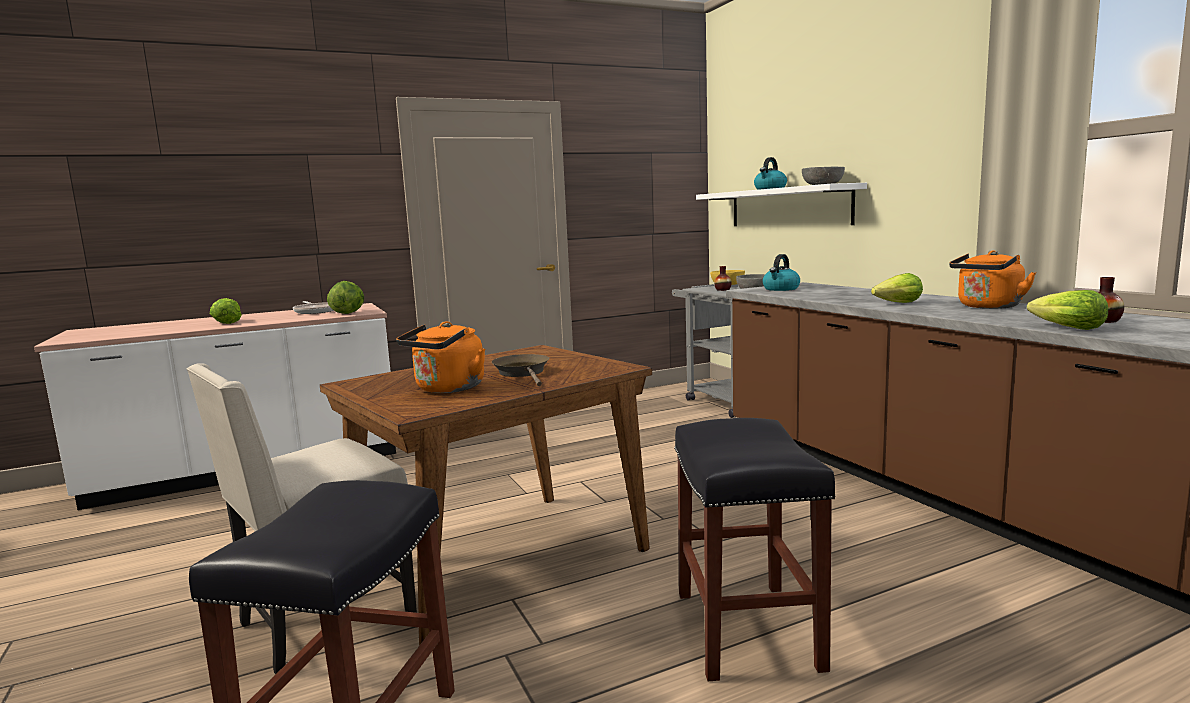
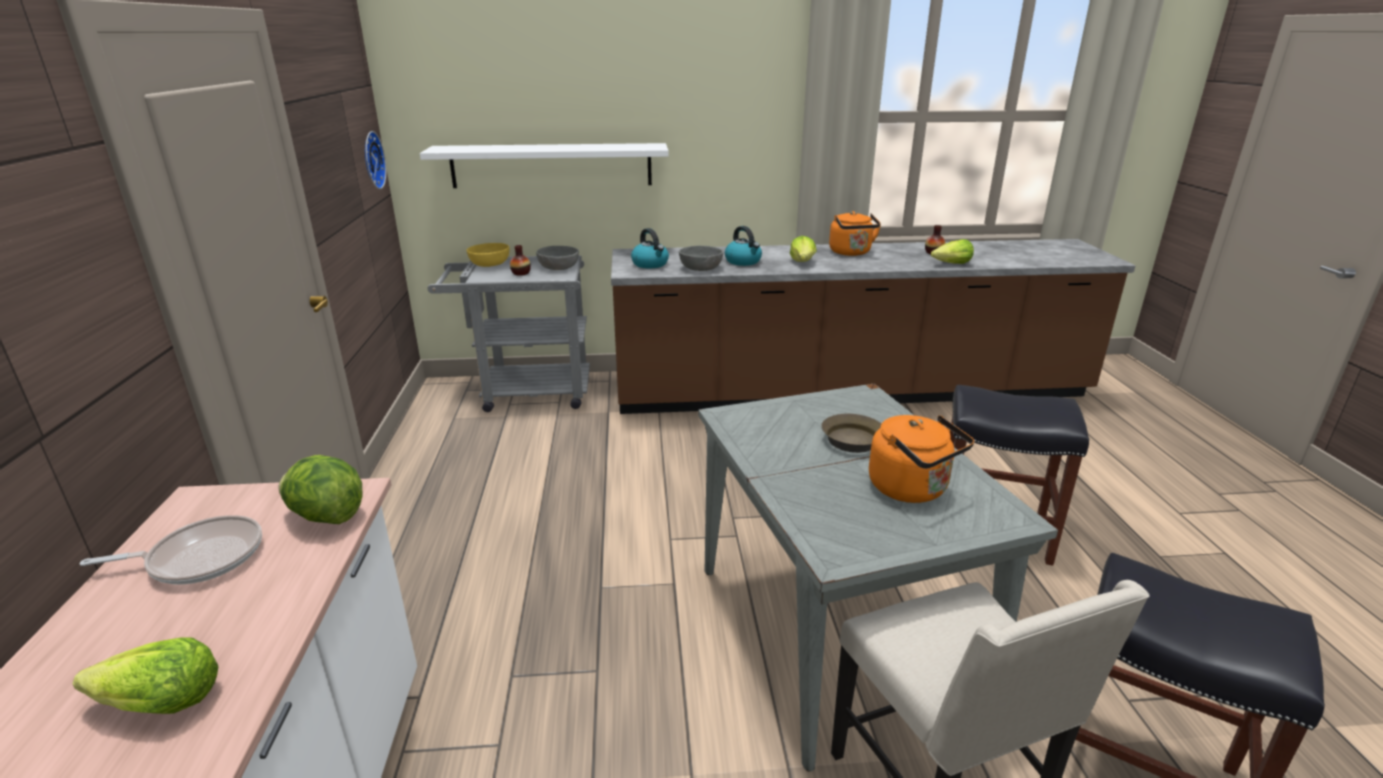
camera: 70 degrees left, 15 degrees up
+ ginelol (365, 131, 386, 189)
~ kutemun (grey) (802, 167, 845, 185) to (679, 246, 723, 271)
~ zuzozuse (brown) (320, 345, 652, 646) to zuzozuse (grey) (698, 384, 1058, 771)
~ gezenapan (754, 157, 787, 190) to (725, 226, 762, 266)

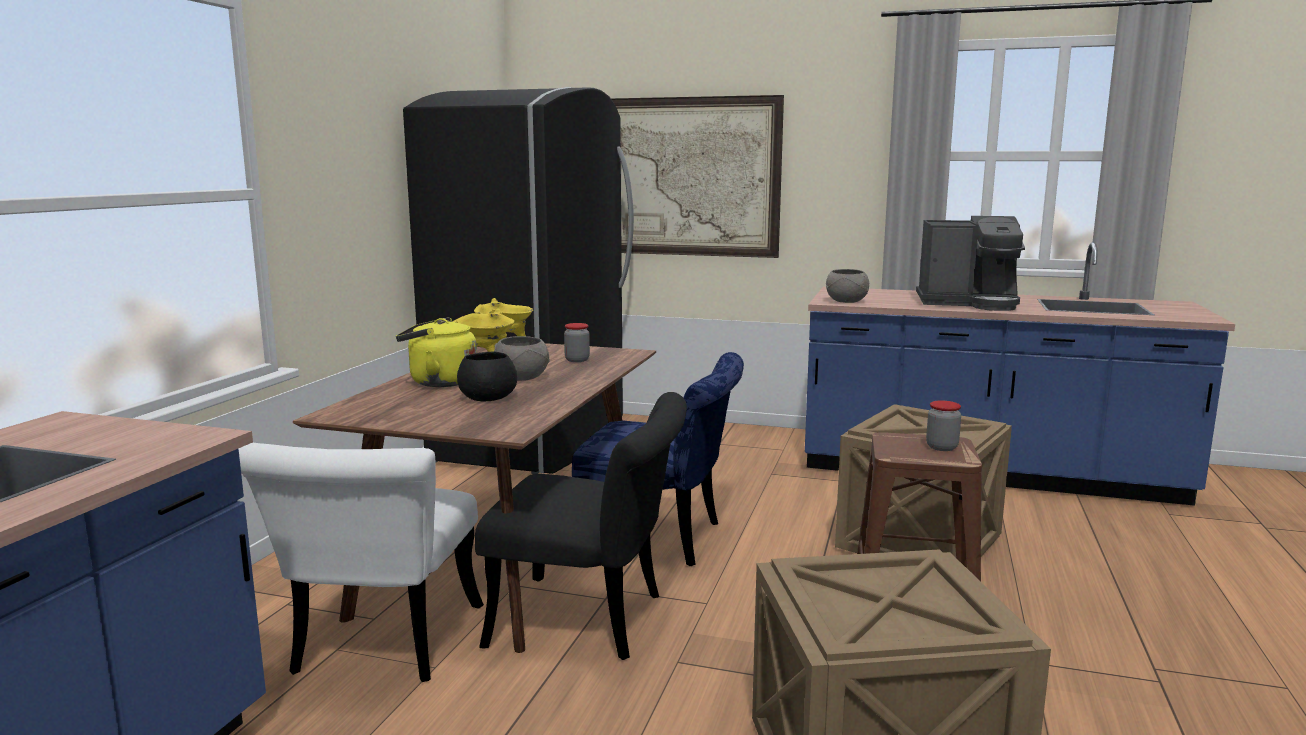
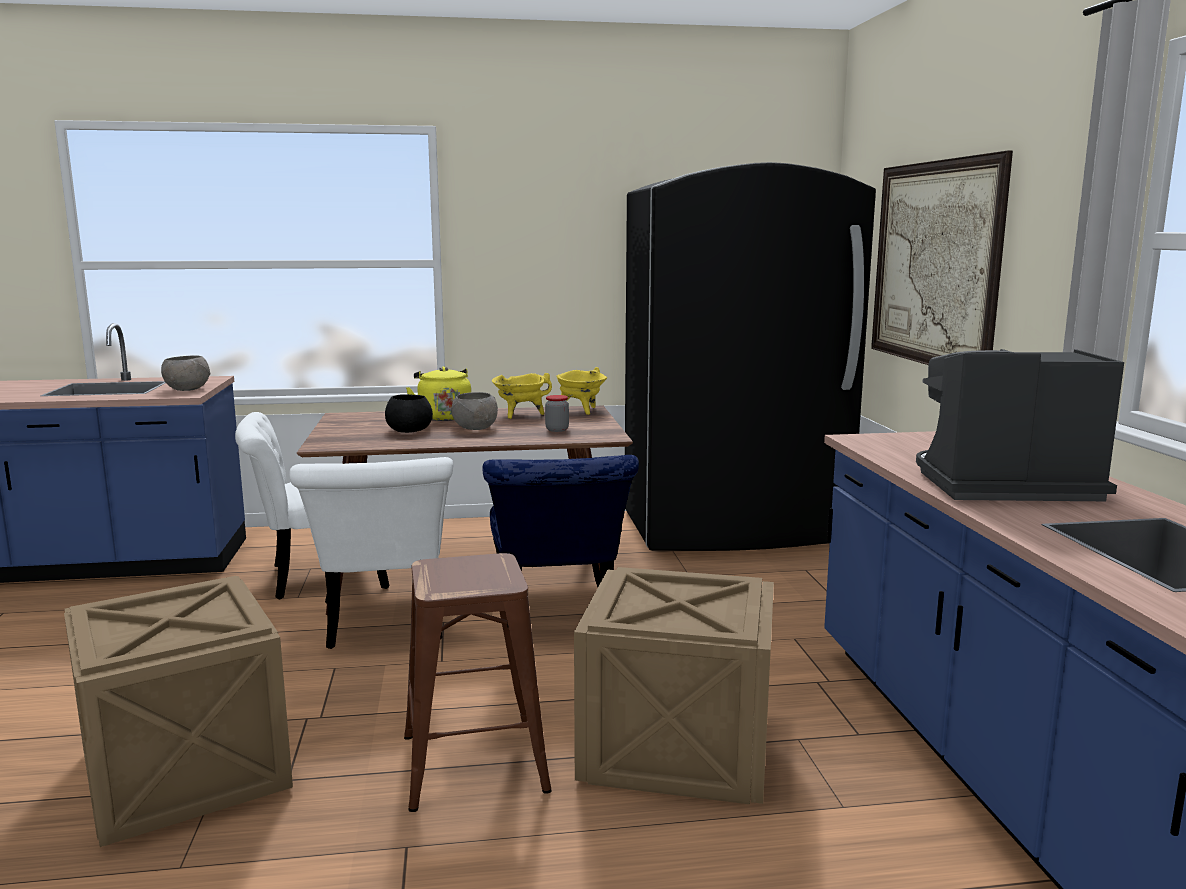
camera: 65 degrees right, 0 degrees up
~ kutemun (grey) (826, 269, 869, 303) to (161, 355, 210, 391)
~ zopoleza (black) (475, 392, 687, 660) to zopoleza (white) (289, 457, 453, 649)
~ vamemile (916, 216, 1025, 311) = (916, 349, 1124, 501) 105 degrees clockwise
- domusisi (926, 401, 961, 451)

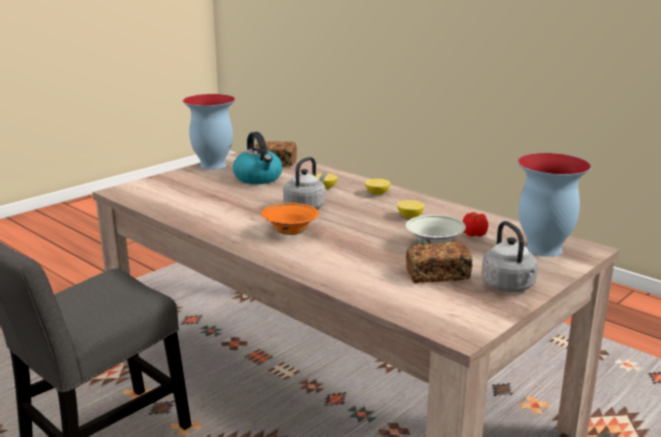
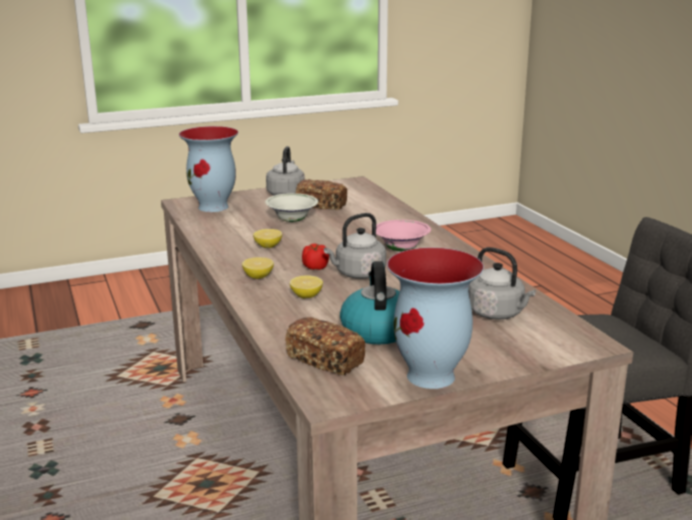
camera: 155 degrees left, 0 degrees up
~ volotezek (463, 212, 488, 237) to (302, 243, 329, 270)
~ kutemun (orange) (262, 203, 319, 235) to kutemun (pink) (376, 220, 431, 252)
+ gezenapan (grey) (468, 247, 536, 320)

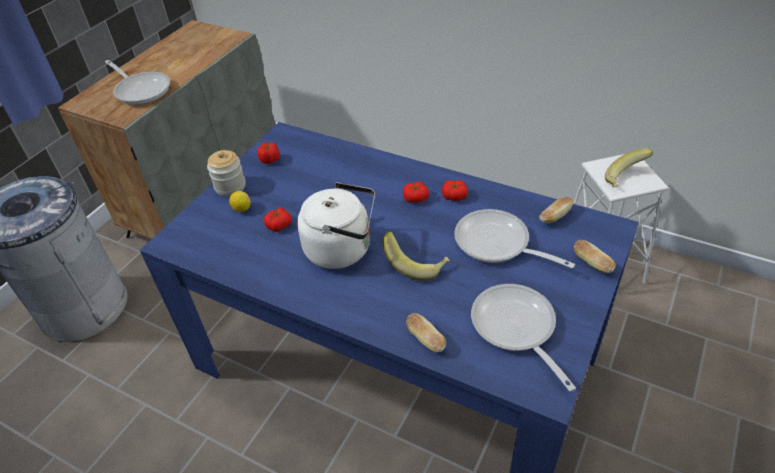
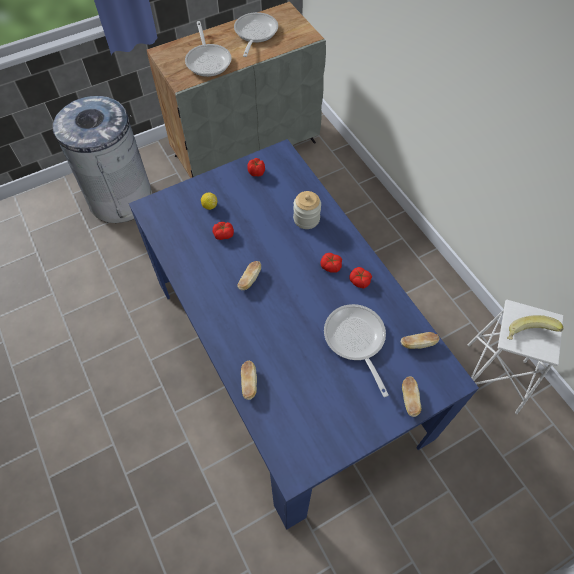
camera: 30 degrees right, 15 degrees up
~ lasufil (471, 284, 576, 392) to (234, 12, 278, 57)
~ gezenapan (white) (297, 182, 375, 269) to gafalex (237, 261, 261, 290)
~ domusisi (207, 150, 246, 196) to (293, 191, 321, 229)
- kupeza (382, 232, 450, 281)

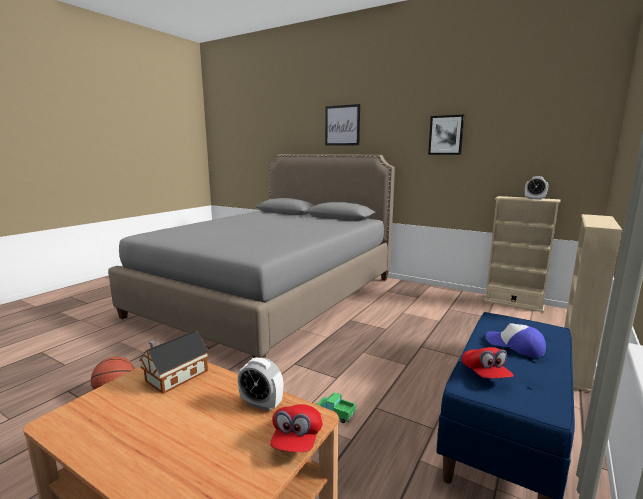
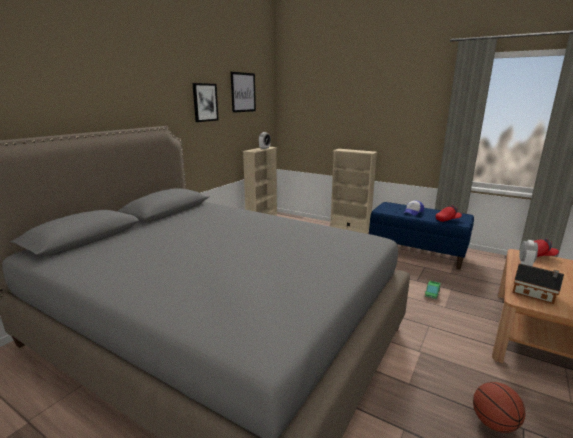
camera: 90 degrees left, 5 degrees up
~ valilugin (325, 104, 360, 146) to (231, 72, 256, 113)

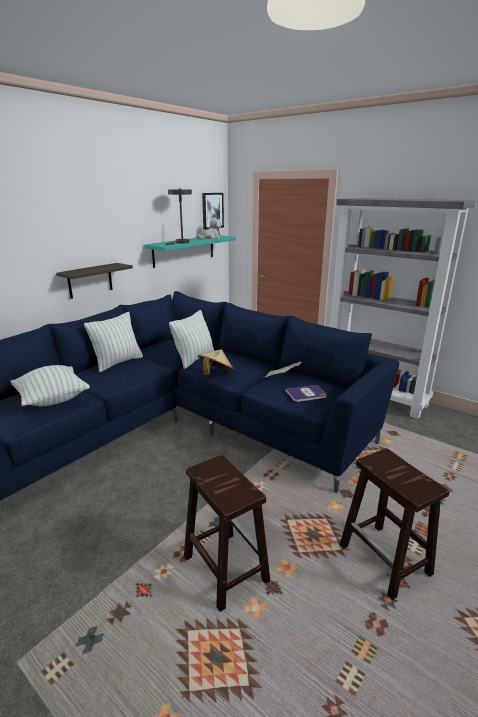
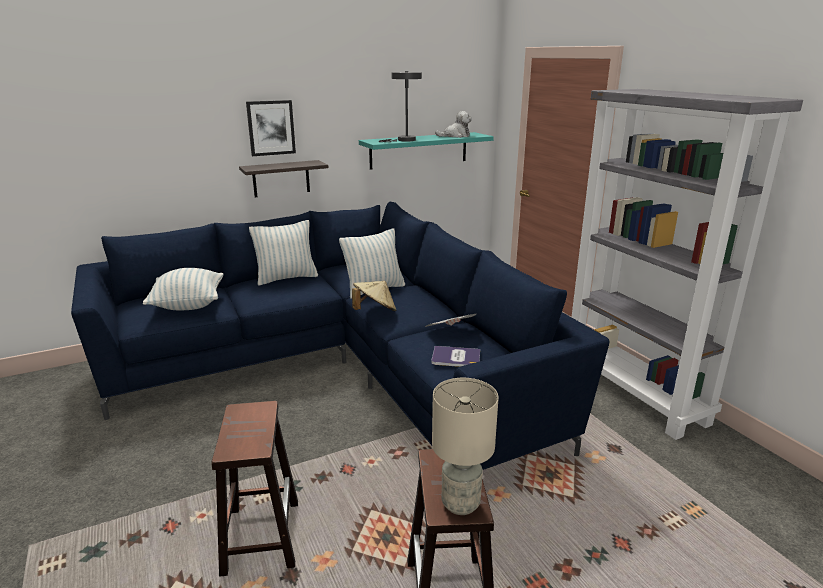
camera: 25 degrees right, 0 degrees up
~ valilugin (202, 193, 224, 229) to (246, 100, 296, 156)
+ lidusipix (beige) (432, 378, 498, 515)

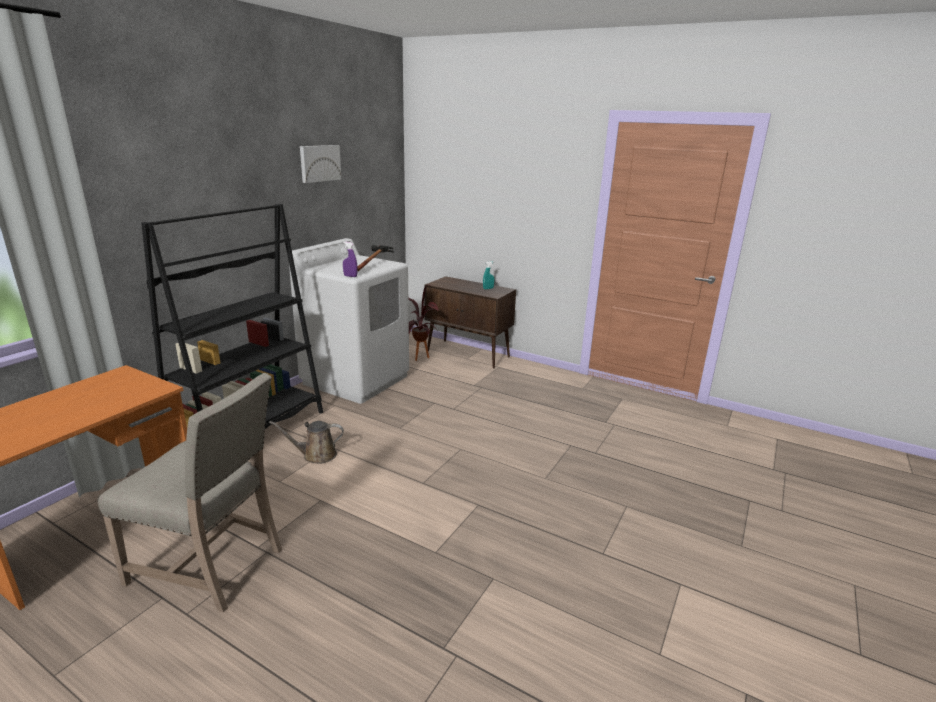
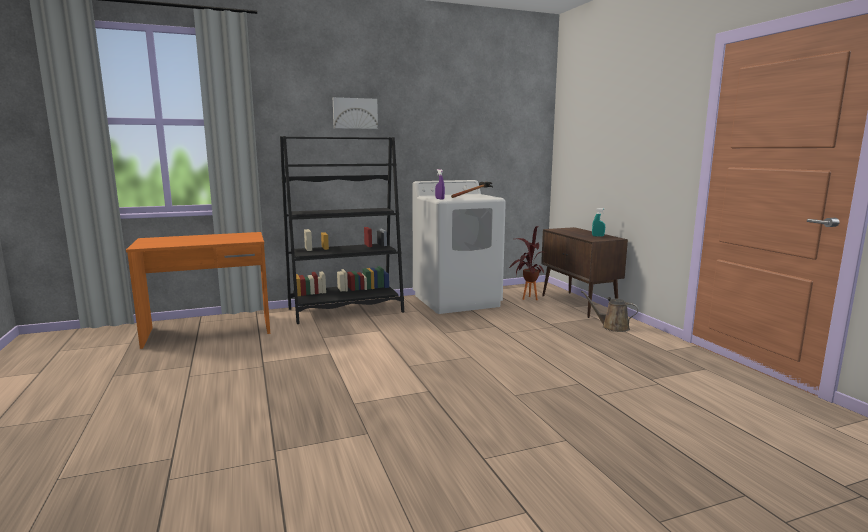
camera: 40 degrees right, 10 degrees down
~ valilugin (300, 145, 341, 183) to (333, 97, 378, 129)
~ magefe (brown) (269, 421, 344, 464) to (581, 291, 639, 332)
- zopoleza (beige) (98, 373, 282, 612)

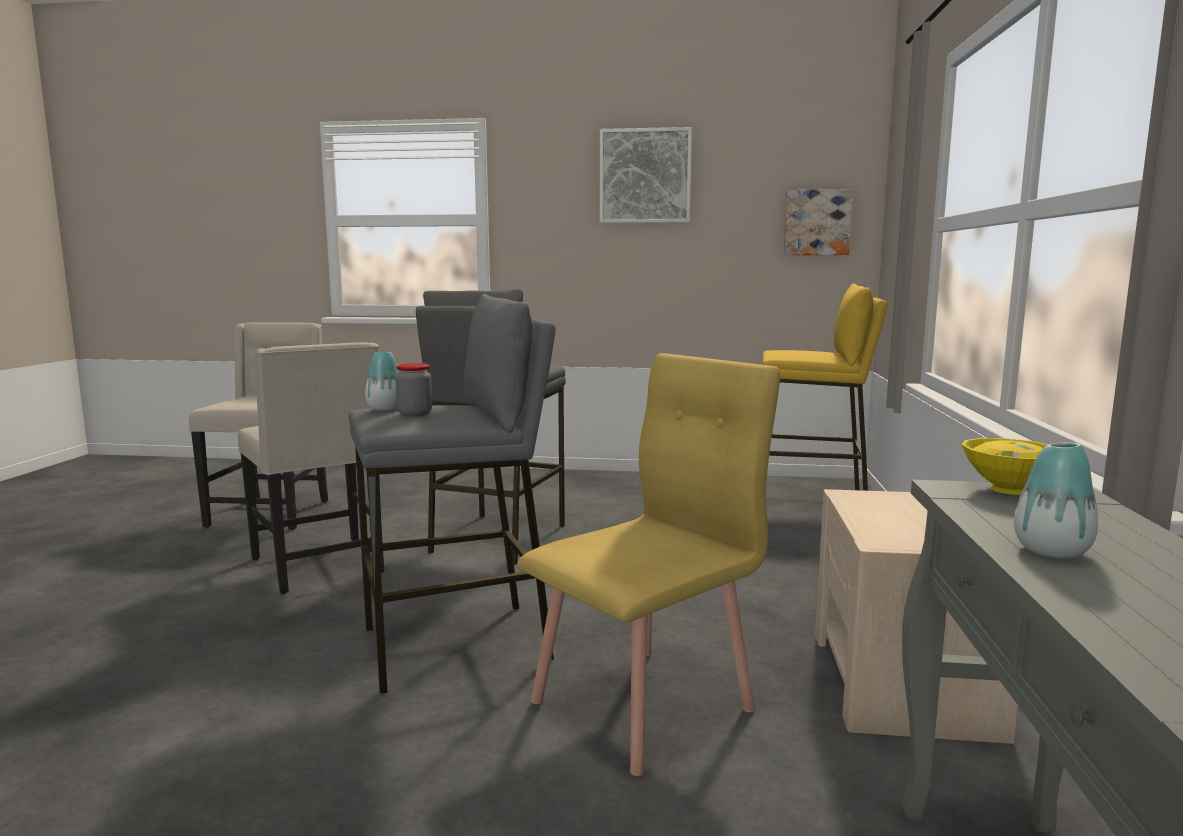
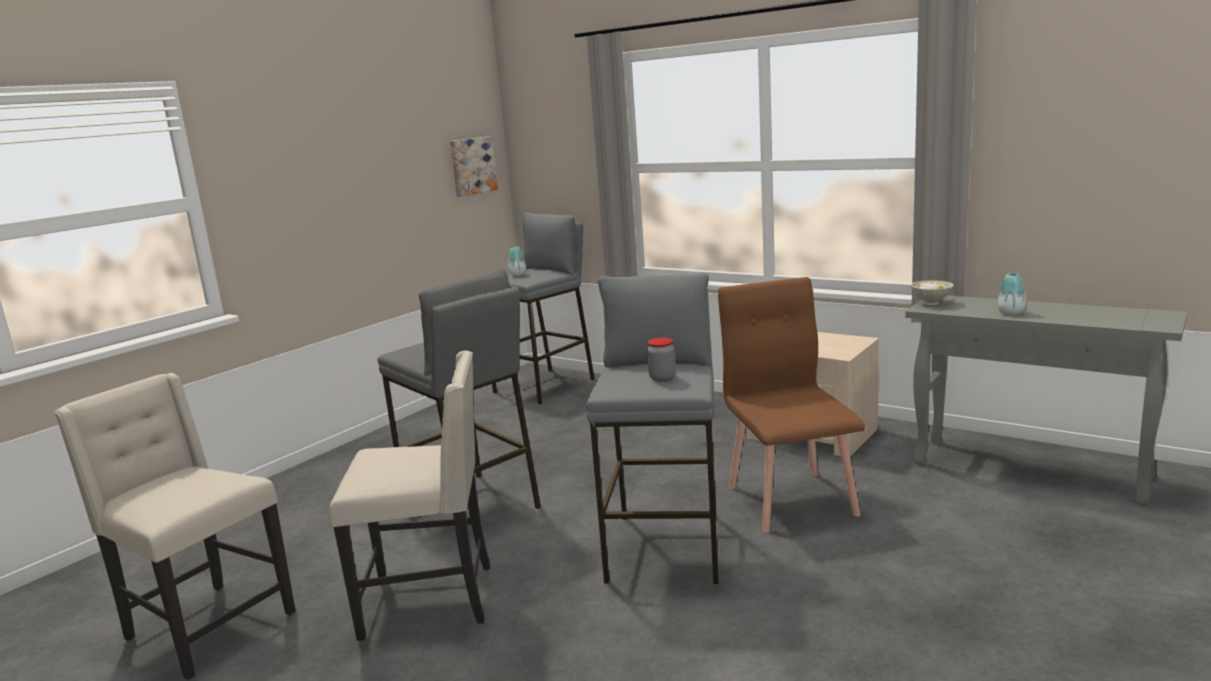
camera: 60 degrees left, 5 degrees up
~ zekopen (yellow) (763, 283, 887, 491) to zekopen (grey) (492, 212, 595, 405)
~ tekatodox (365, 352, 399, 410) to (508, 247, 526, 276)
~ zopoleza (yellow) (517, 353, 780, 776) to zopoleza (brown) (718, 277, 865, 533)
~ kutemun (yellow) (962, 438, 1049, 495) to kutemun (white) (910, 280, 953, 305)
- valilugin (600, 127, 692, 223)

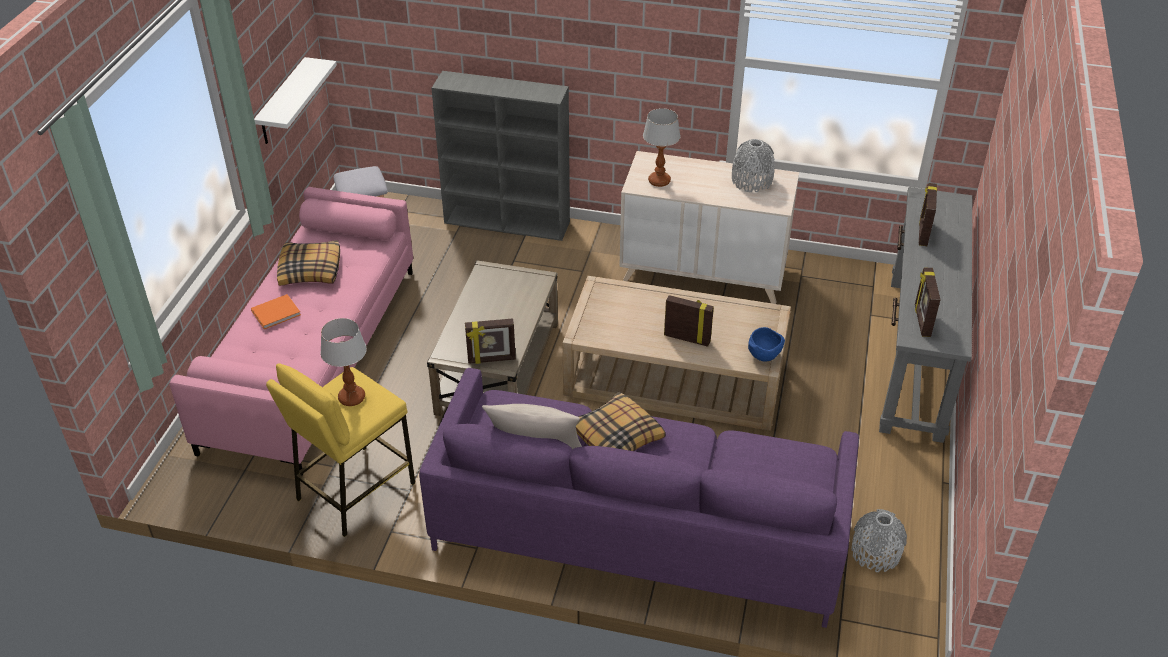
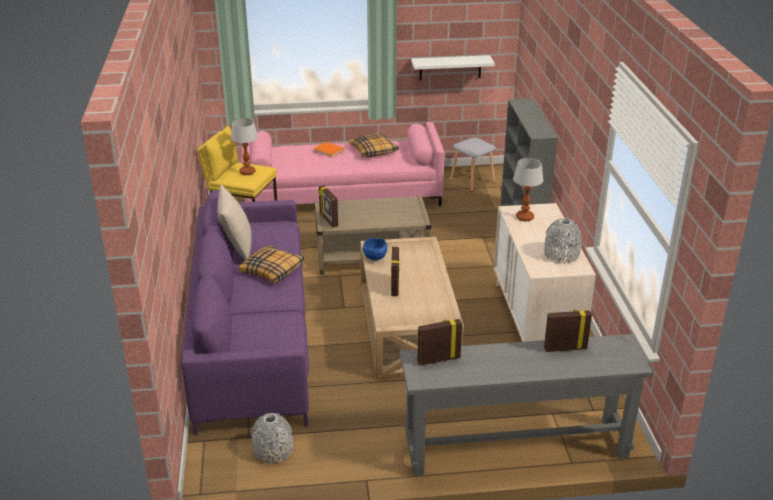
camera: 70 degrees right, 10 degrees down
~ kutemun (blue) (748, 327, 785, 361) to (363, 238, 387, 260)

